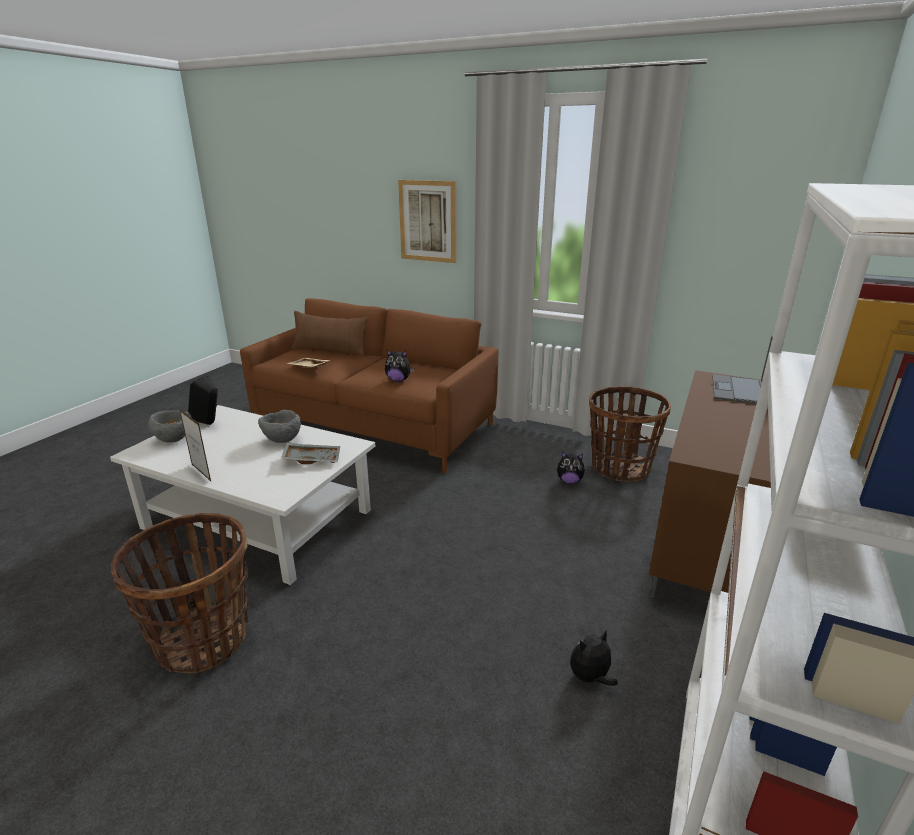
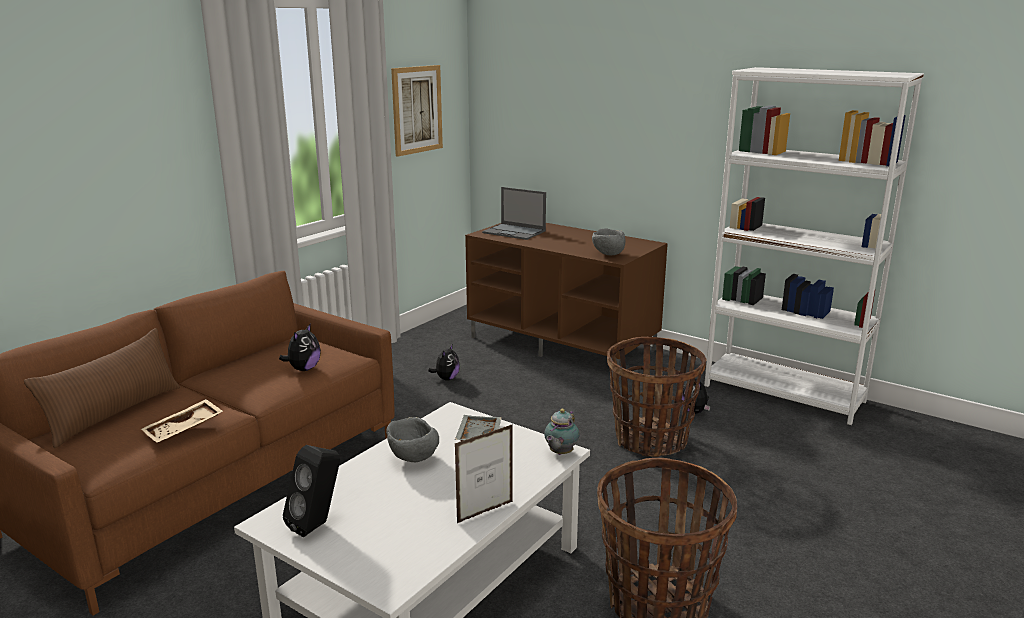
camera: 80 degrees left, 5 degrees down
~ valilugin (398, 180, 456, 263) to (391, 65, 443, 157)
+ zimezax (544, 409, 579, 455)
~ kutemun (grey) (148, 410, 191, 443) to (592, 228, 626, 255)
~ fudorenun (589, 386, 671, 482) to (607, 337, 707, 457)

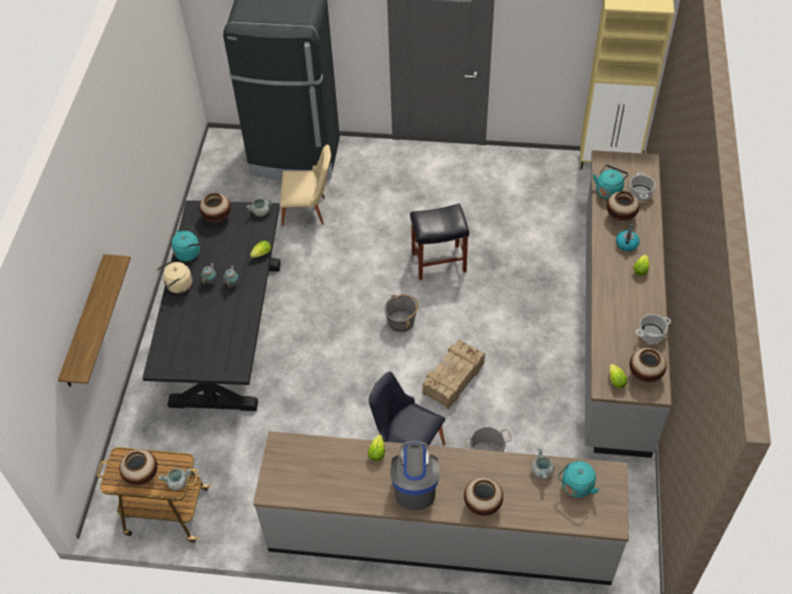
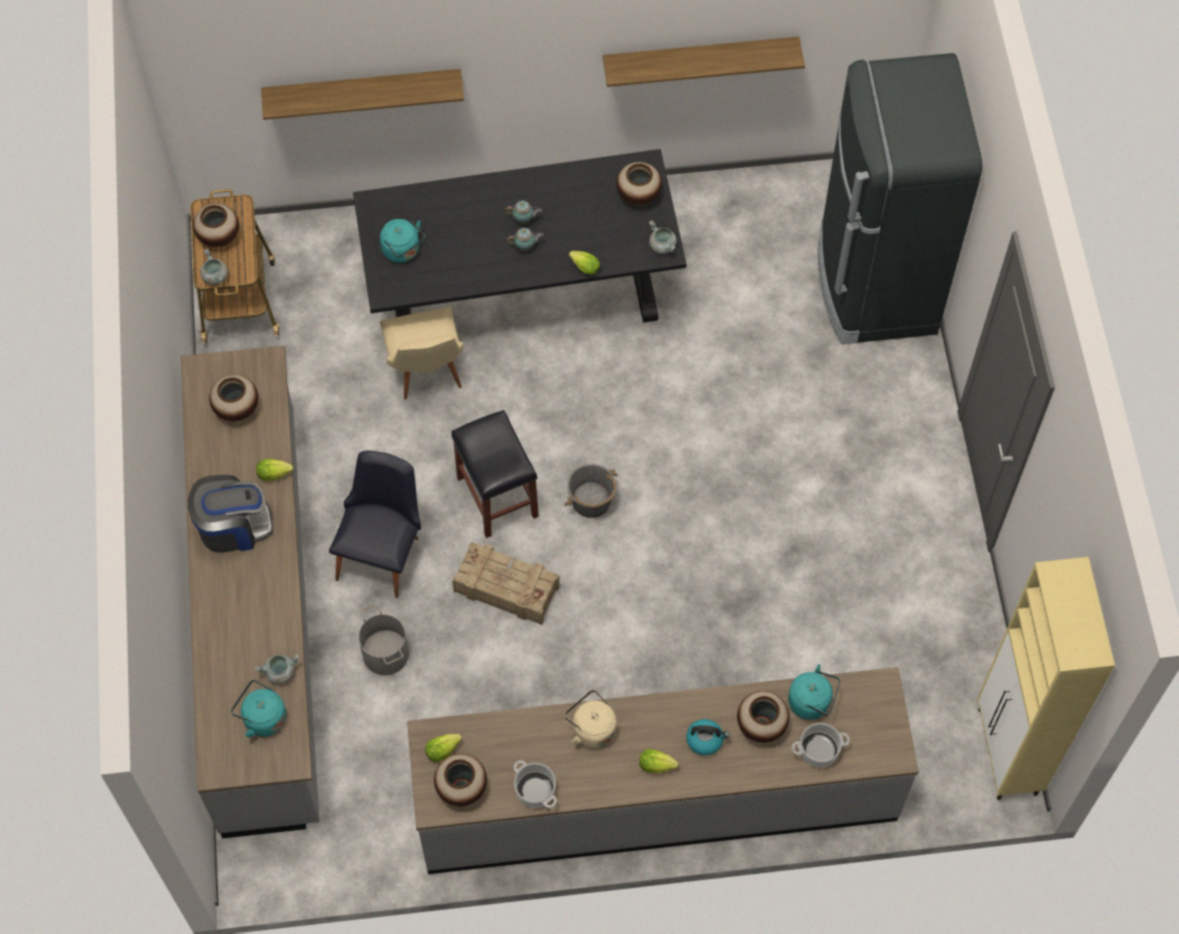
camera: 75 degrees right, 10 degrees up
~ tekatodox (464, 477, 503, 516) to (209, 375, 258, 422)
~ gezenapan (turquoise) (171, 226, 202, 261) to (380, 219, 425, 263)
~ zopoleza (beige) (280, 144, 331, 226) to (380, 306, 464, 400)
~ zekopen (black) (410, 204, 469, 280) to (451, 410, 539, 538)
~ gezenapan (beige) (157, 261, 192, 293) to (564, 690, 617, 748)
+ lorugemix (603, 37, 805, 87)

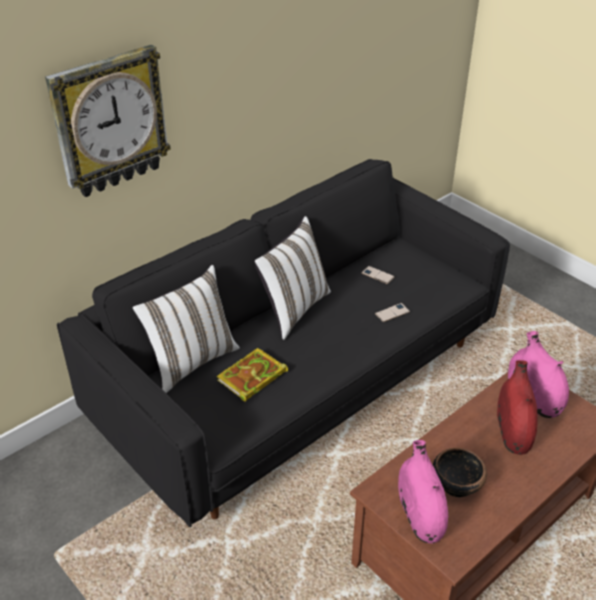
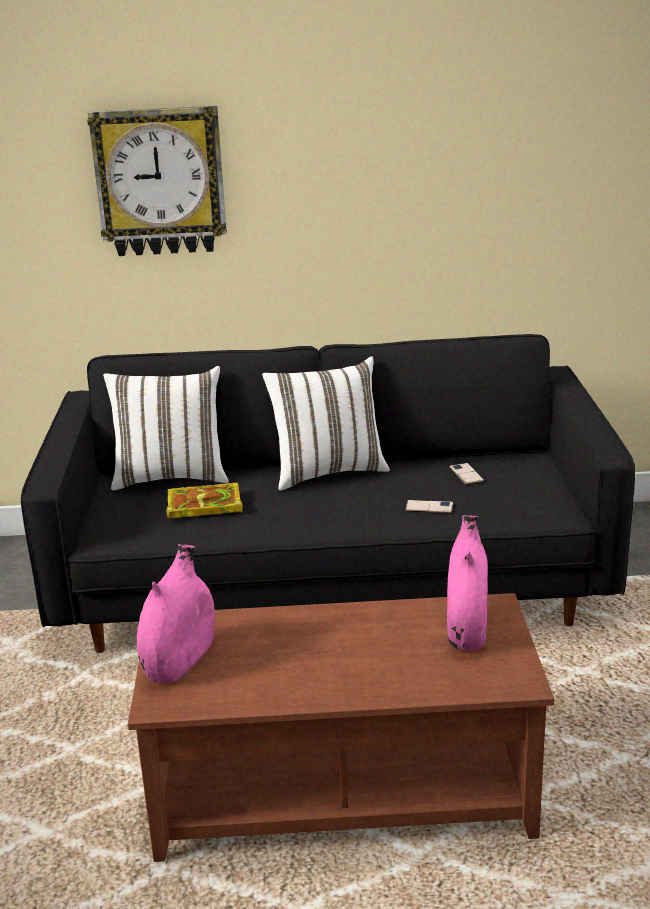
camera: 40 degrees right, 15 degrees down
- kutemun (433, 448, 487, 498)
- tekatodox (red) (497, 360, 538, 455)

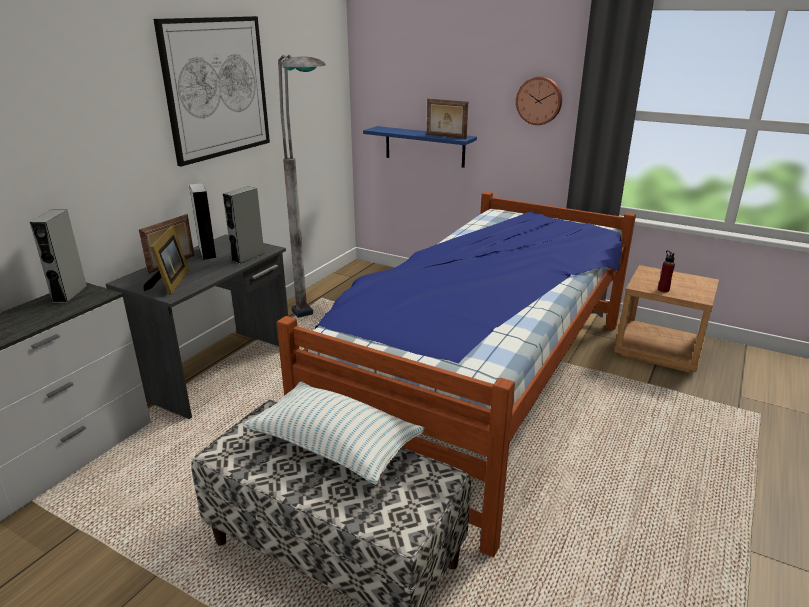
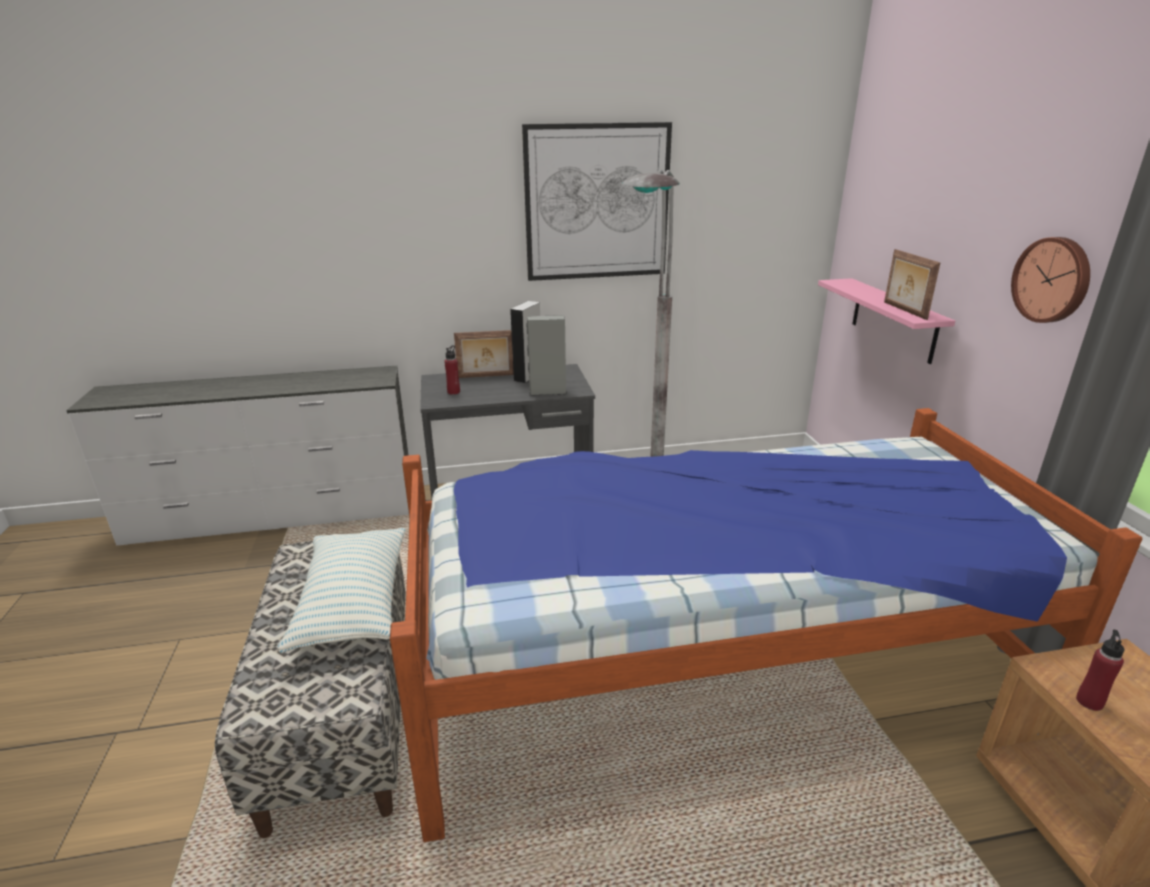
camera: 50 degrees right, 0 degrees up
~ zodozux (144, 225, 189, 295) to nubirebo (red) (444, 345, 460, 395)
~ lorugemix (blue) (363, 126, 477, 168) to lorugemix (pink) (818, 278, 955, 364)
- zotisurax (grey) (30, 210, 87, 303)

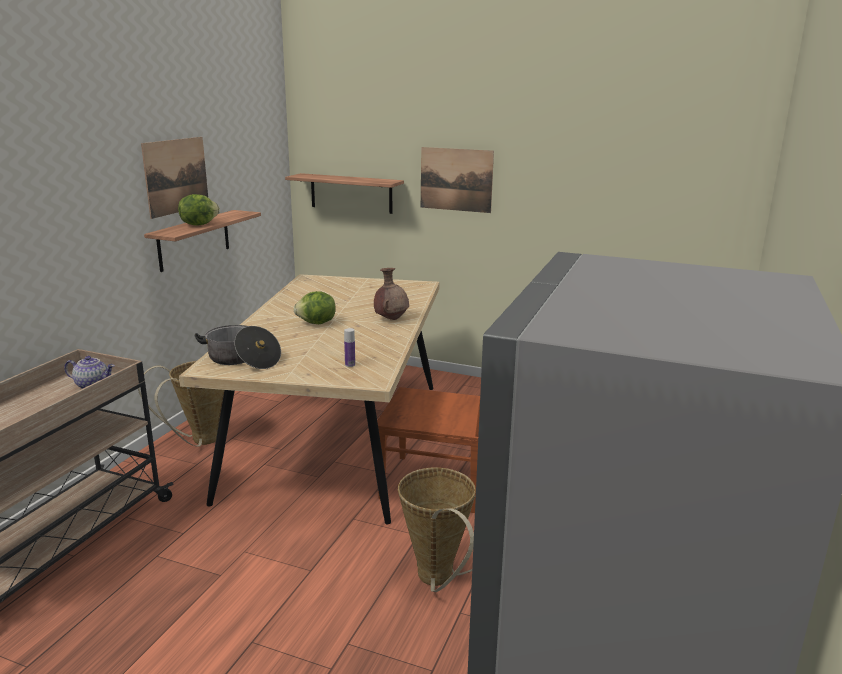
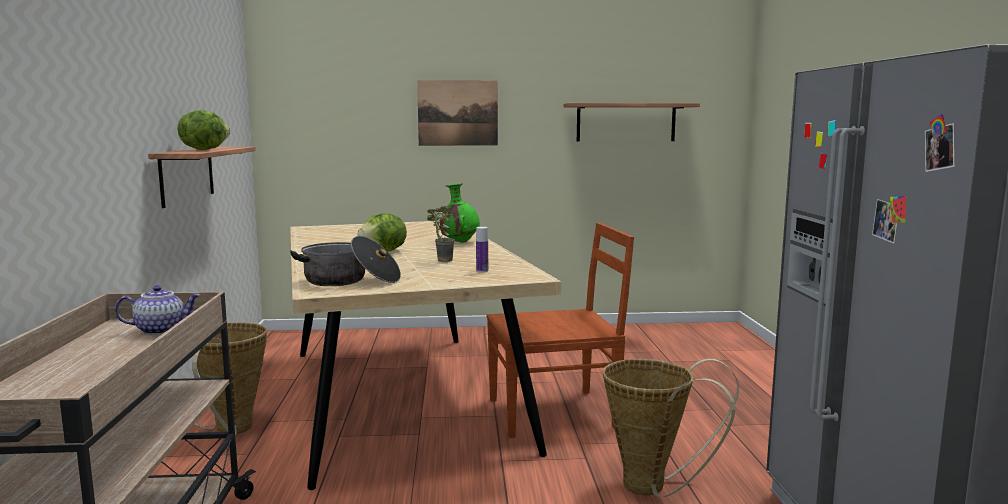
camera: 25 degrees left, 10 degrees down
+ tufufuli (427, 206, 455, 262)
~ tekatodox (brown) (374, 268, 409, 320) to tekatodox (green) (440, 183, 480, 243)
~ lorugemix (285, 173, 404, 214) to (563, 103, 700, 141)
- valilugin (141, 137, 208, 219)

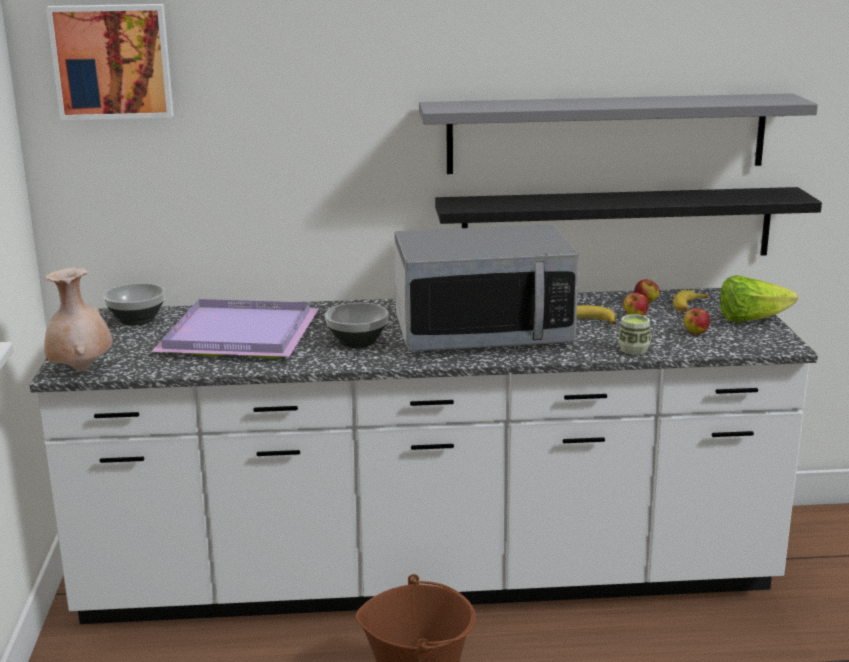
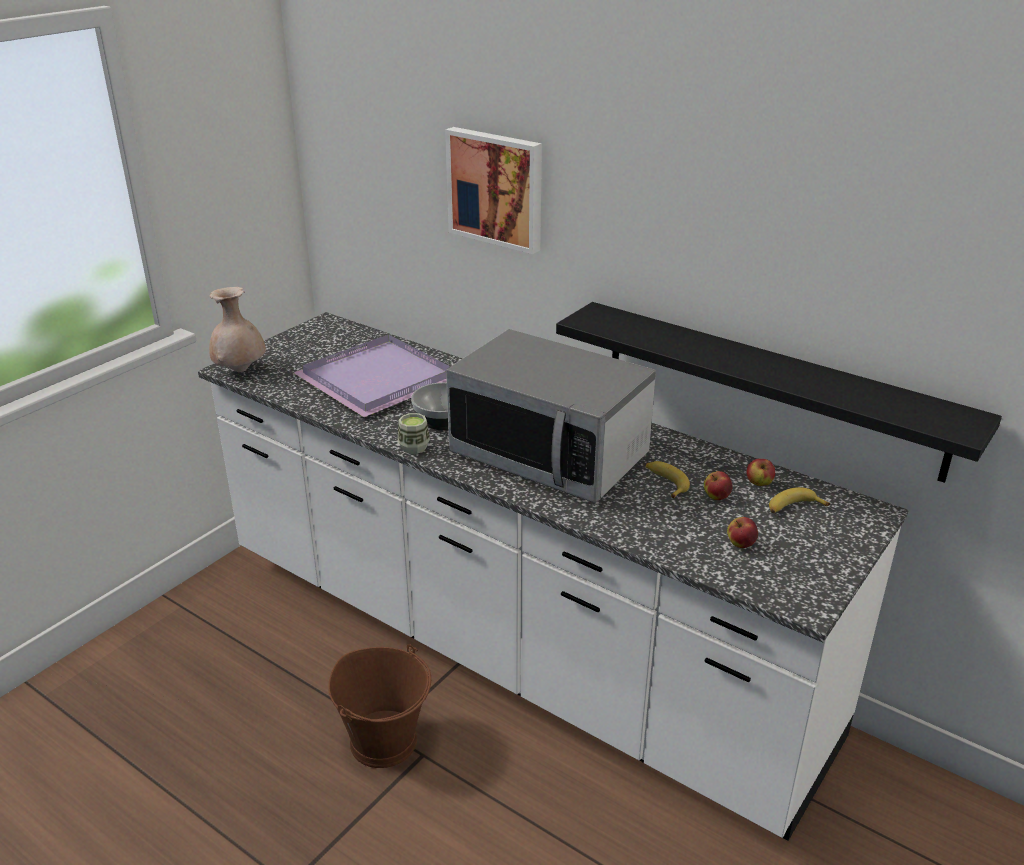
camera: 40 degrees right, 10 degrees up
~ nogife (618, 314, 651, 355) to (398, 413, 430, 454)
~ valilugin (46, 4, 174, 120) to (445, 127, 542, 254)
- kutemun (103, 283, 165, 326)
- lorugemix (grey) (419, 93, 818, 174)
- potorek (720, 275, 798, 322)

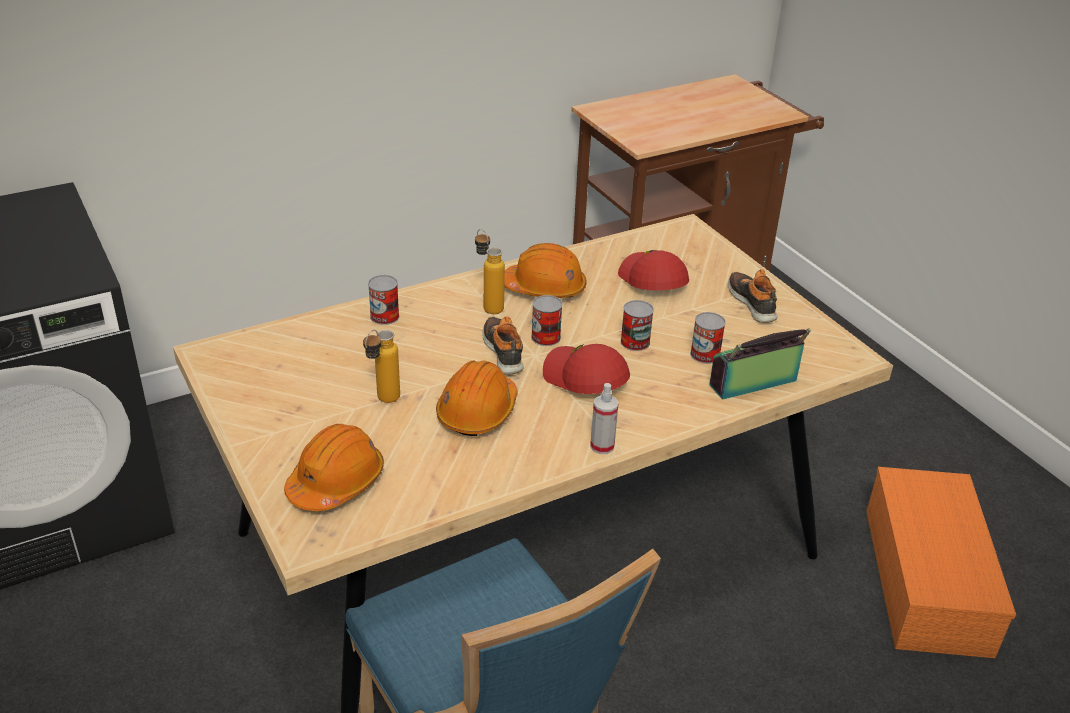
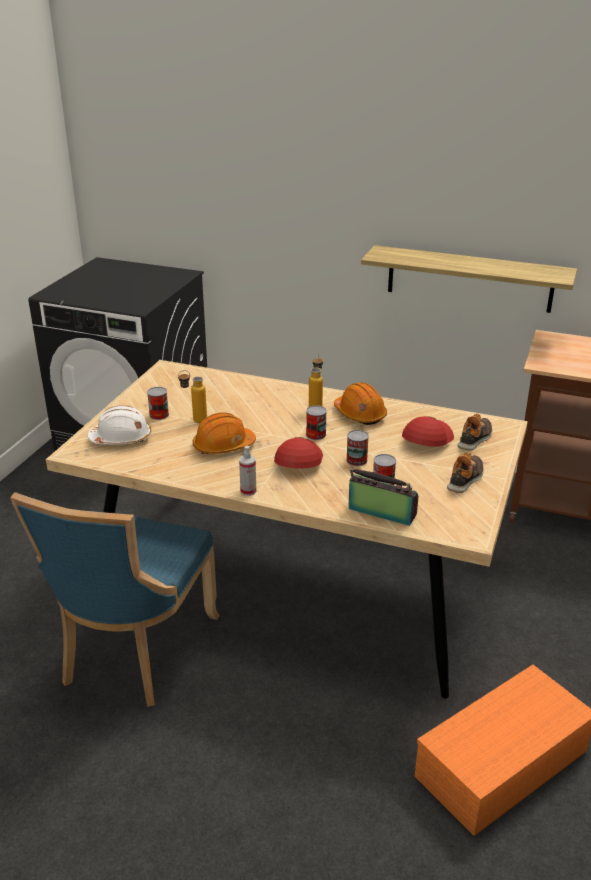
camera: 50 degrees right, 5 degrees down
~ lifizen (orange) (284, 424, 384, 511) to lifizen (white) (87, 405, 151, 445)
~ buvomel (368, 275, 399, 325) to (147, 387, 169, 420)
+ lorugemix (361, 245, 577, 313)
~ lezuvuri (482, 317, 524, 375) to (457, 413, 492, 451)

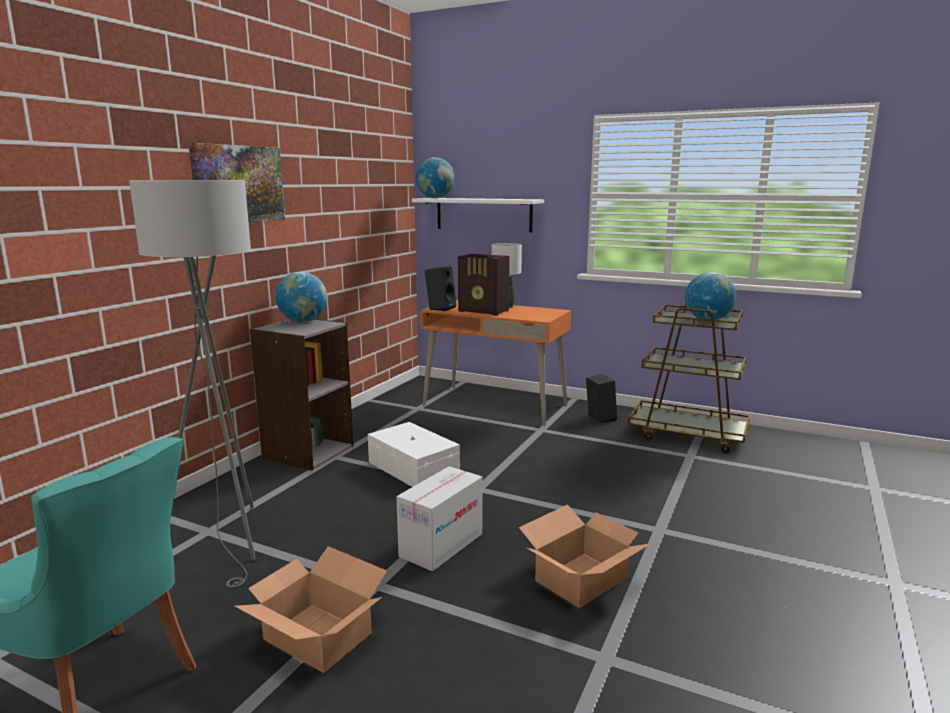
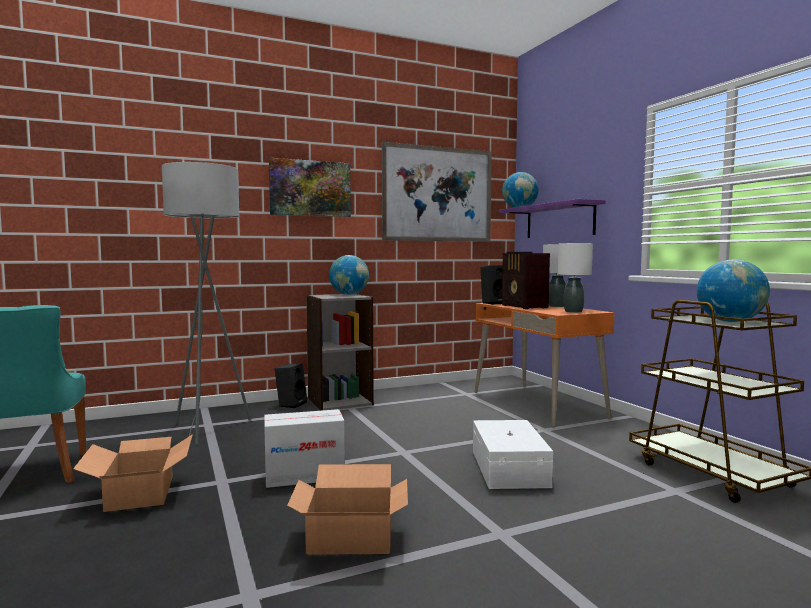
camera: 40 degrees right, 10 degrees down
~ zotisurax (black) (586, 374, 617, 422) to (275, 363, 307, 408)
+ valilugin (382, 142, 492, 242)
~ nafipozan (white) (368, 422, 460, 487) to (473, 420, 553, 489)
~ lorugemix (white) (412, 198, 544, 232) to lorugemix (purple) (499, 199, 606, 238)
+ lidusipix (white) (558, 243, 593, 313)

